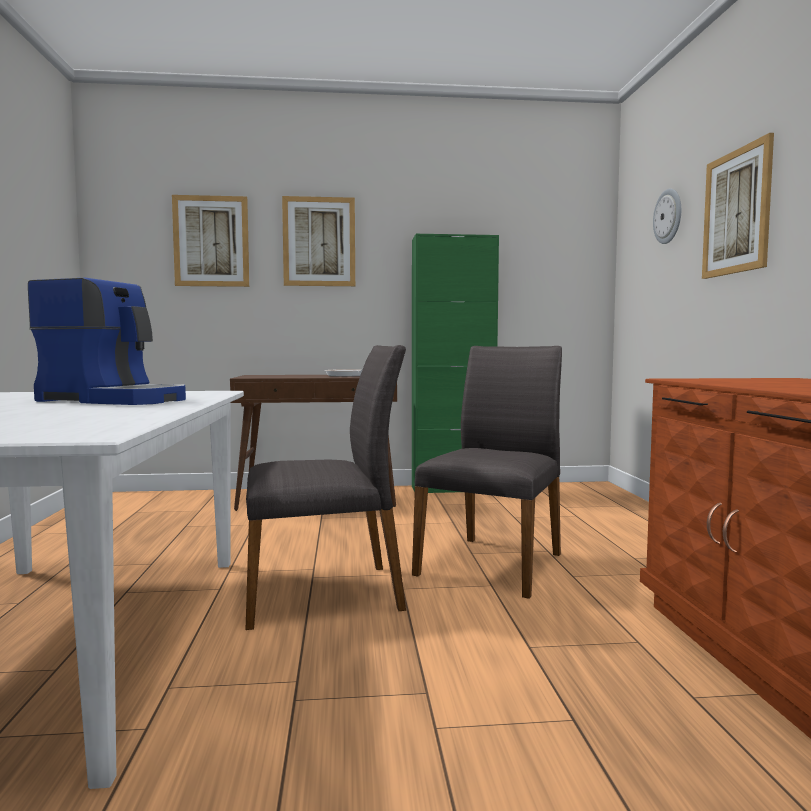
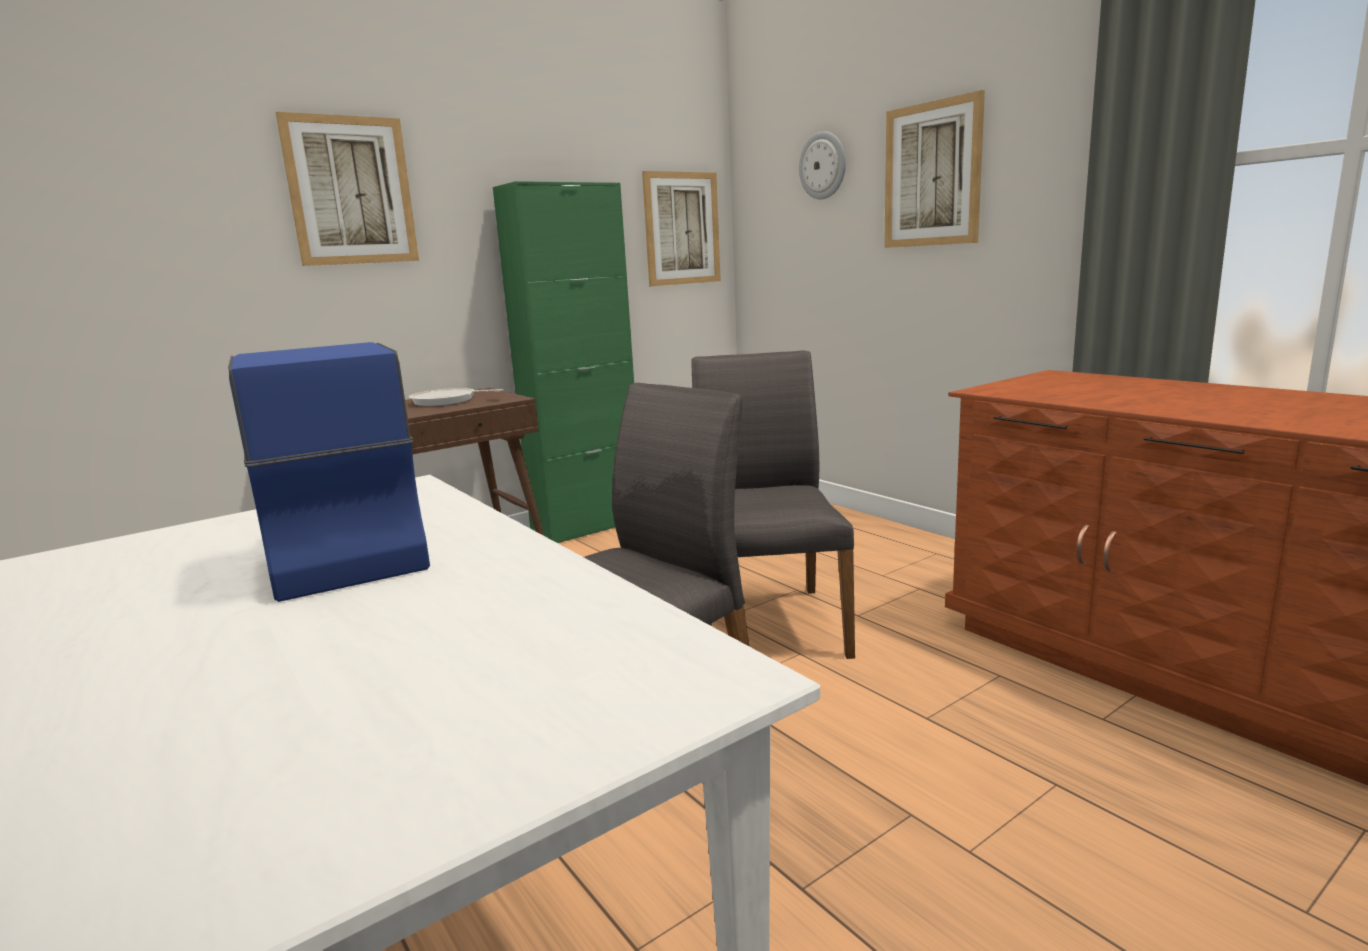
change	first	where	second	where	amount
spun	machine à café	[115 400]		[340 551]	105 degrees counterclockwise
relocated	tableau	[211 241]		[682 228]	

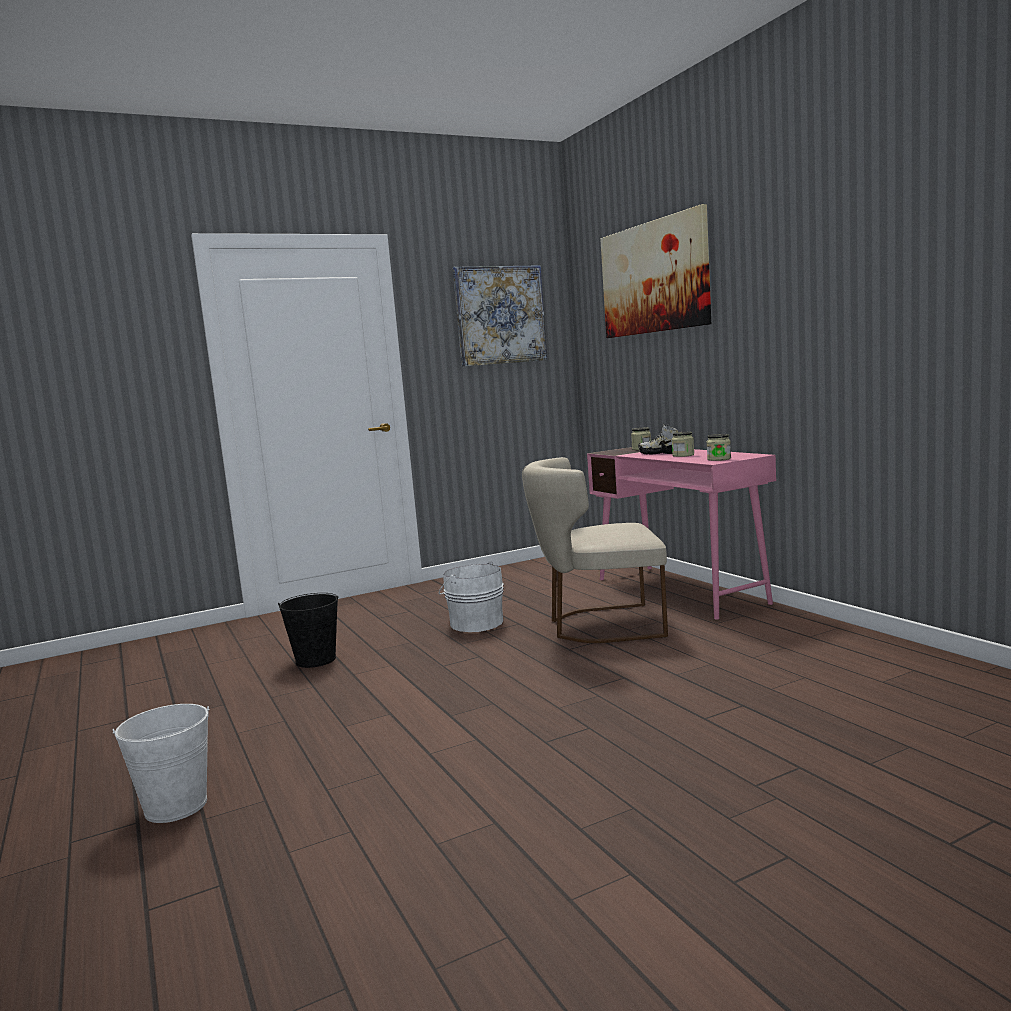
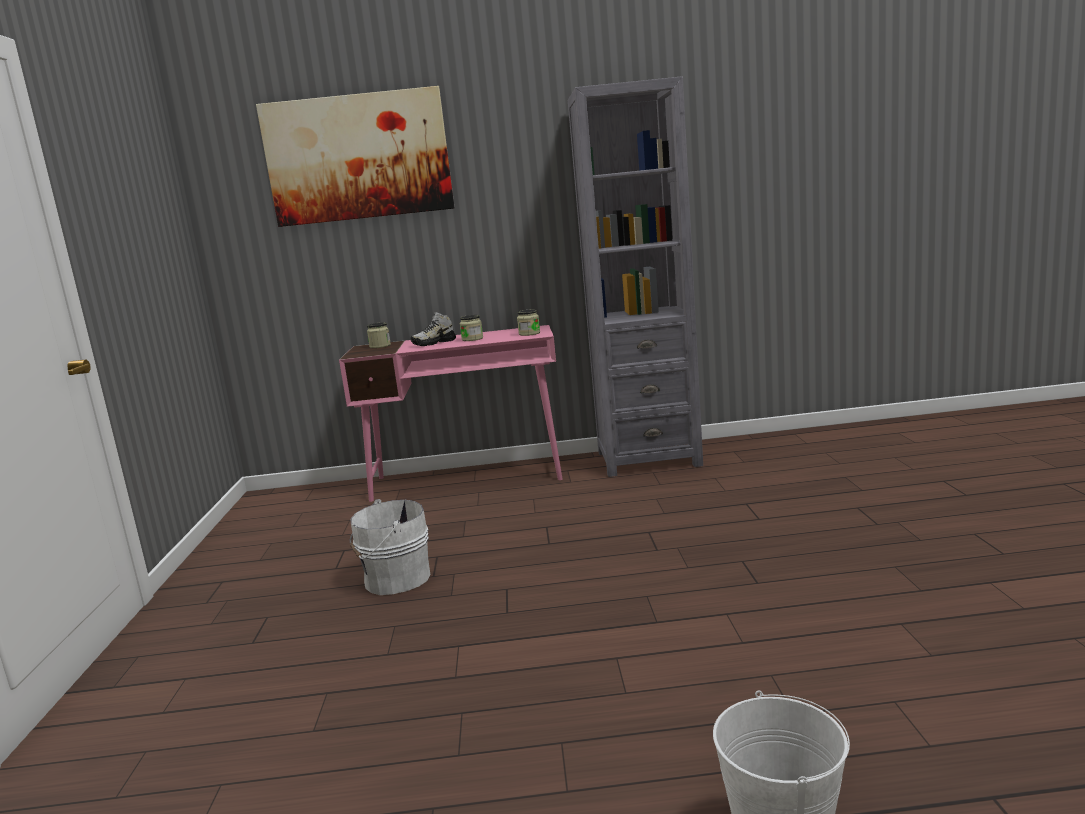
change	first	where	second	where	amount
missing	seau (noir)	[316 660]			
missing	tableau	[500 315]			
missing	chaise (beige)	[599 625]			
appeared			bibliothèque (gris)	[648 459]	

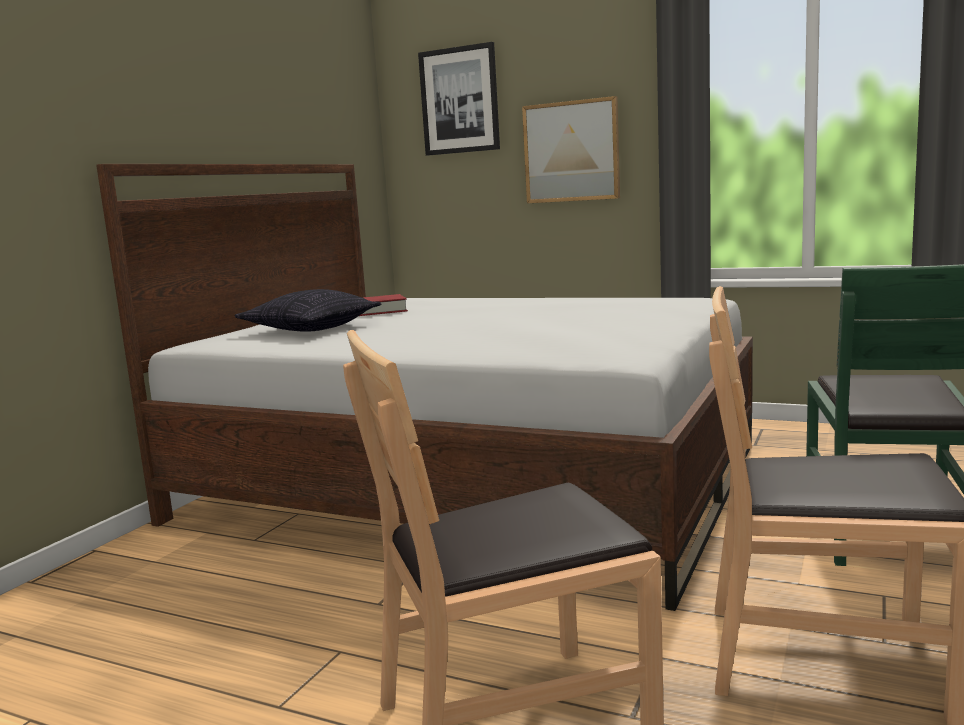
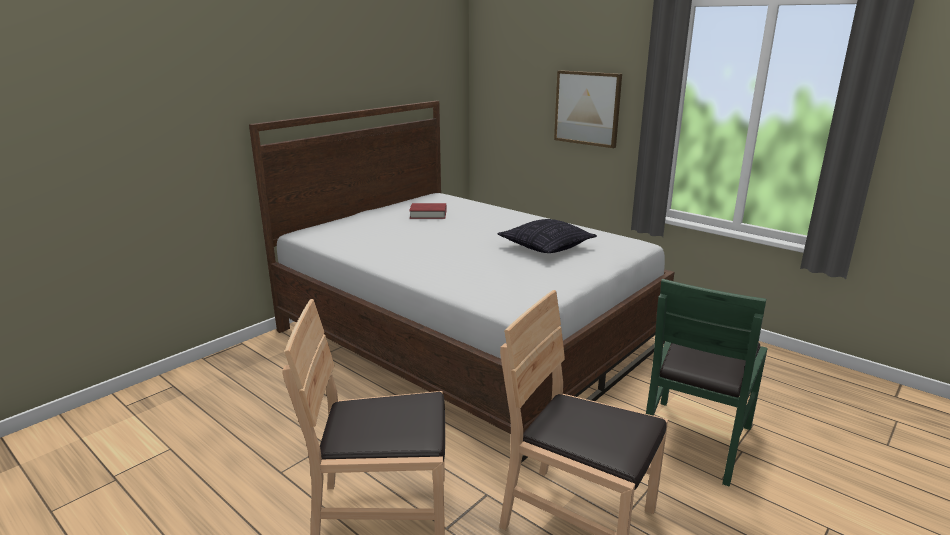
change	first	where	second	where	amount
relocated	coussin	[311 329]		[546 247]	
missing	tableau	[459 100]			

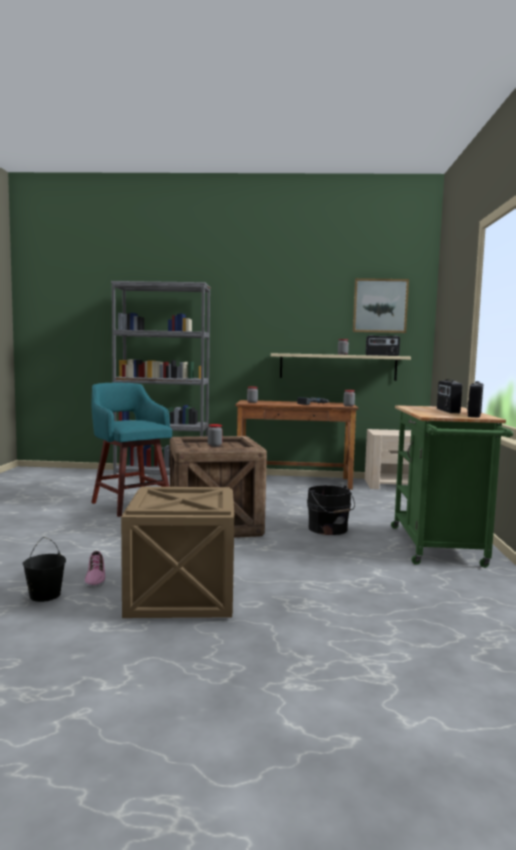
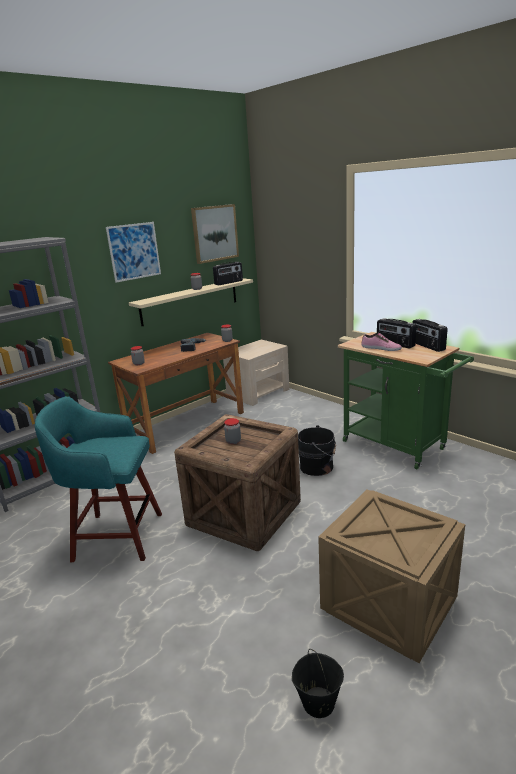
change	first	where	second	where	amount
relocated	chaussure	[94 577]		[381 348]	
appeared			tableau	[134 251]	

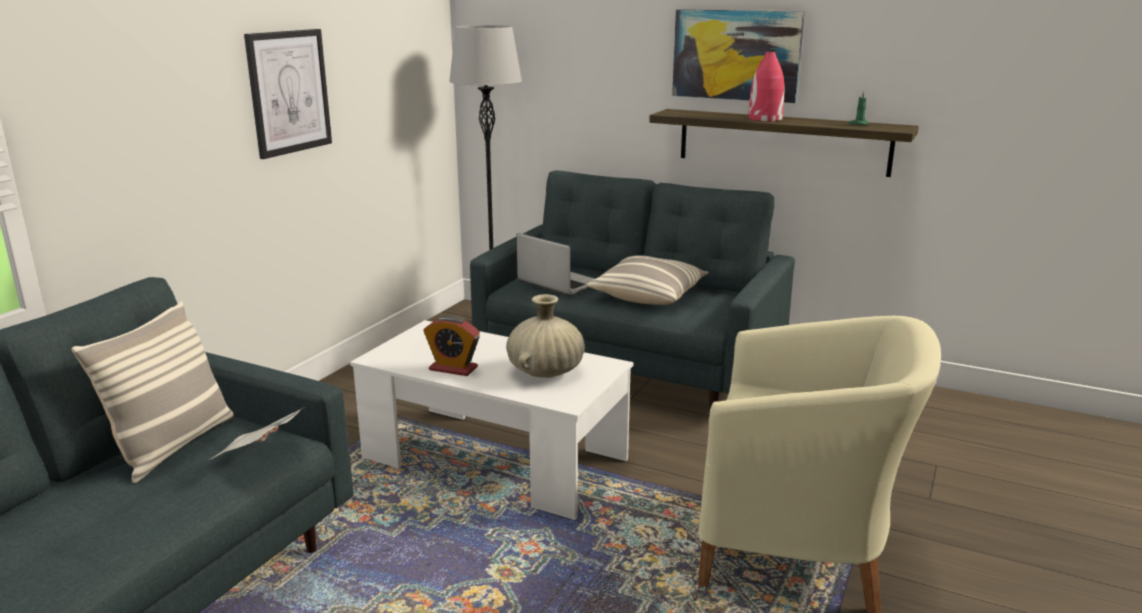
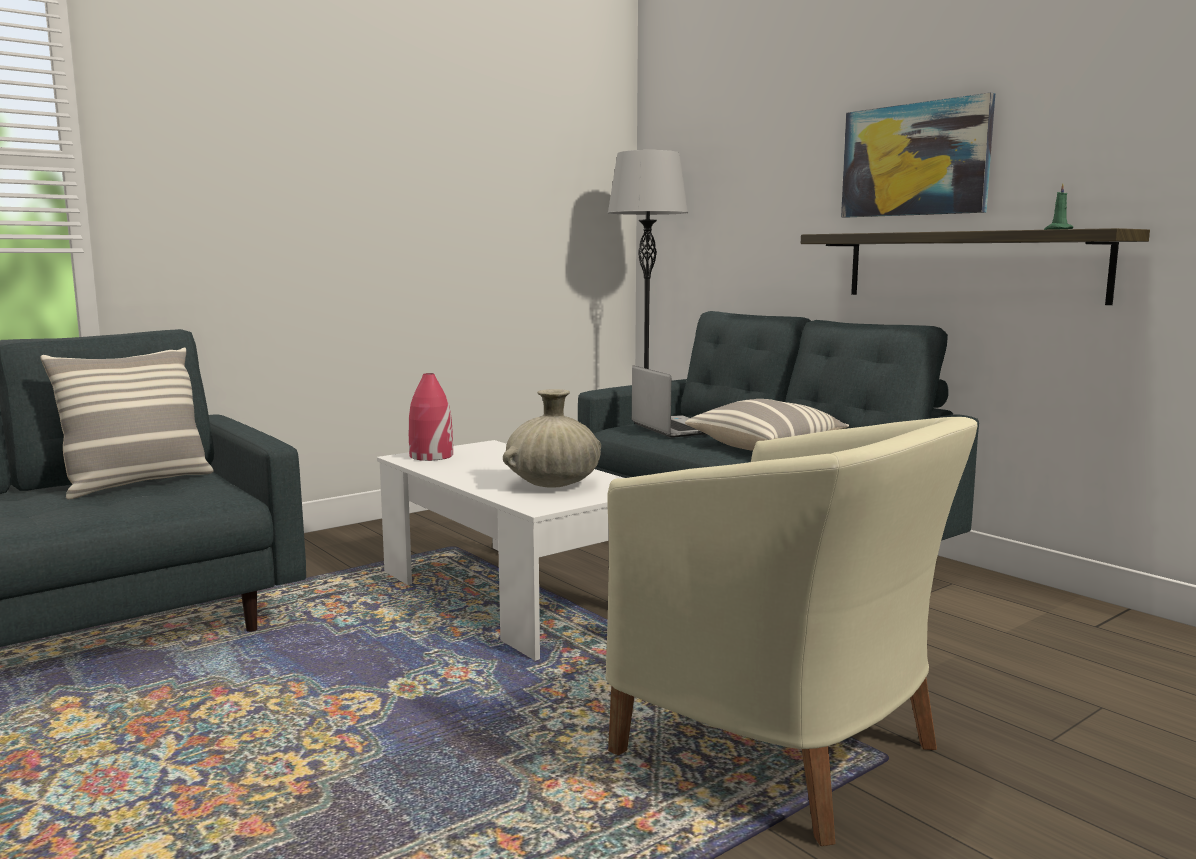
change	first	where	second	where	amount
missing	journal	[260 457]			
missing	tableau	[289 92]			
missing	réveil	[453 368]			
relocated	vase (rouge)	[765 118]		[430 456]	

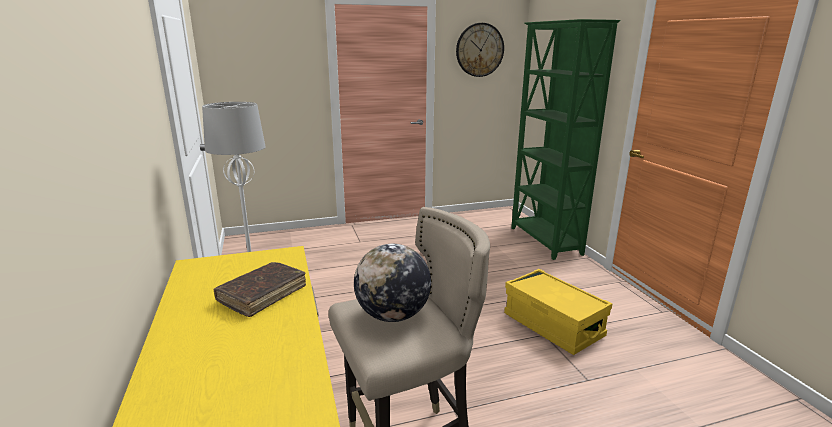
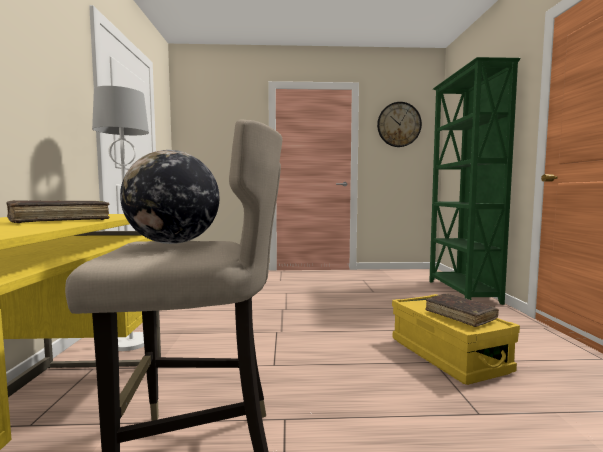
change	first	where	second	where	amount
appeared			livre (marron)	[460 315]	

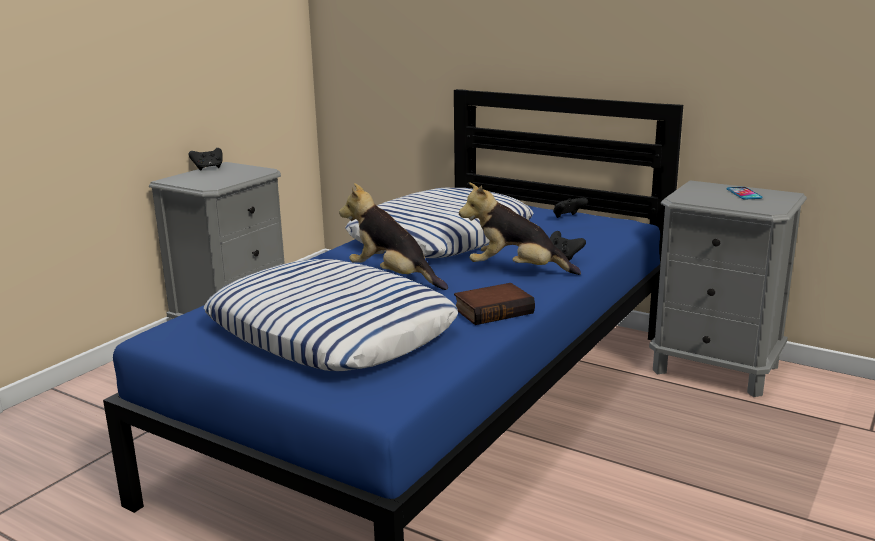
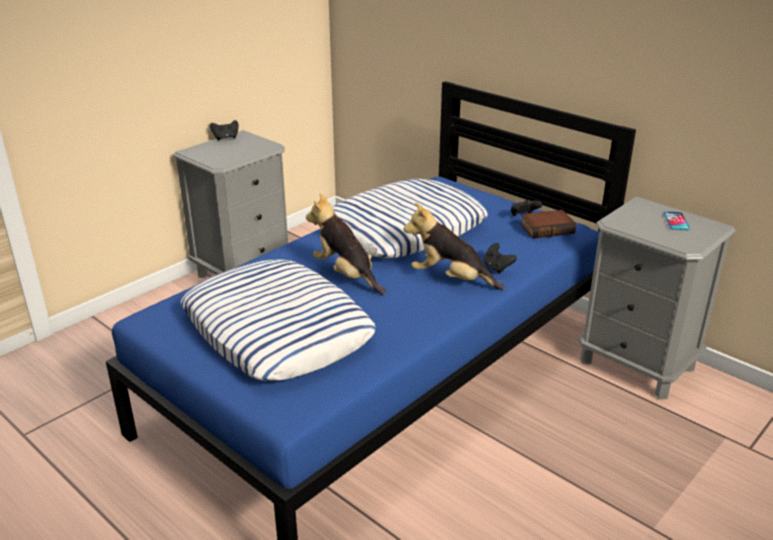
change	first	where	second	where	amount
relocated	livre	[493 310]		[547 228]	

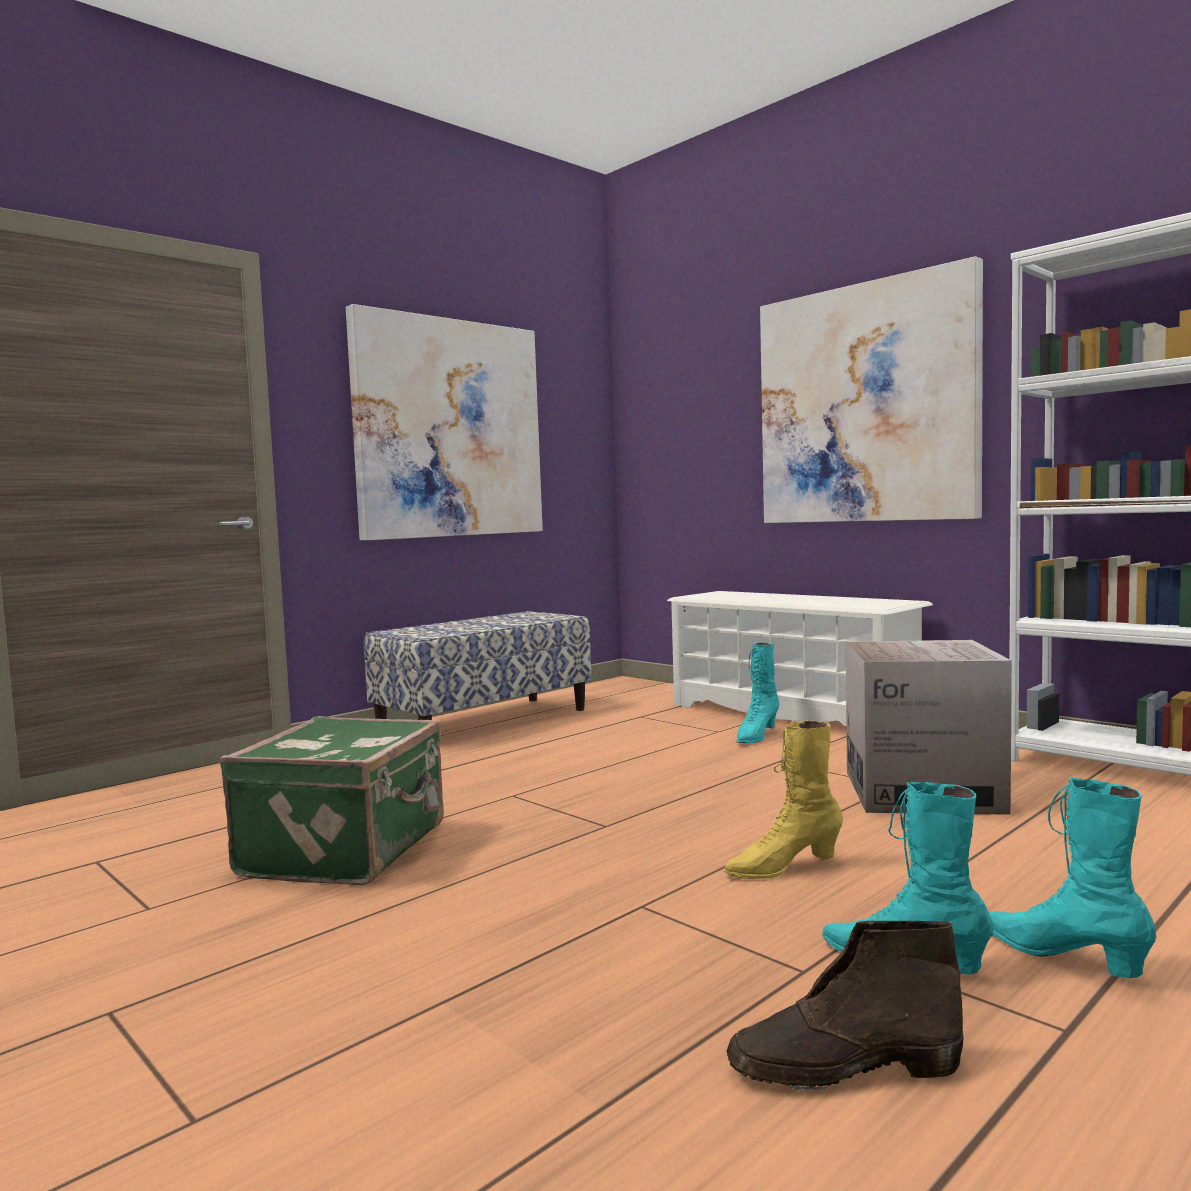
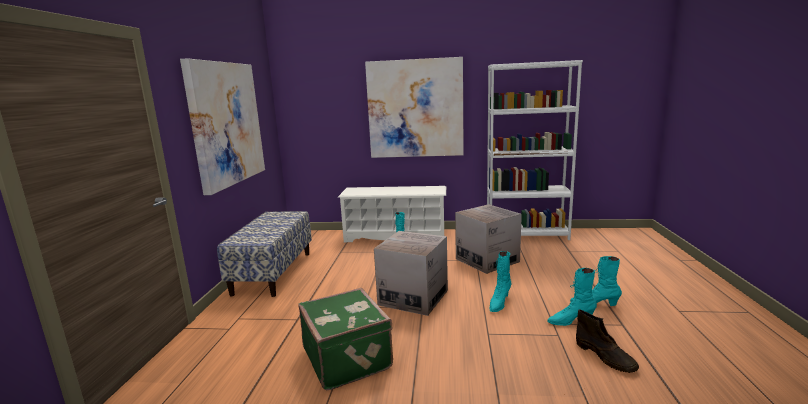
change	first	where	second	where	amount
colour	botte (jaune)	[783 868]	botte (turquoise)	[499 303]	
spun	botte (marron)	[842 1067]		[605 357]	75 degrees counterclockwise
appeared			carton	[413 297]	

